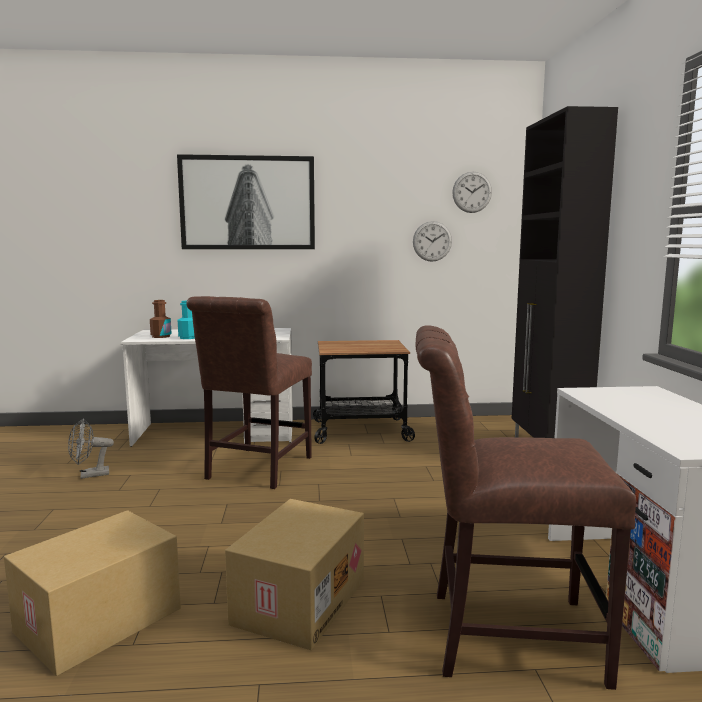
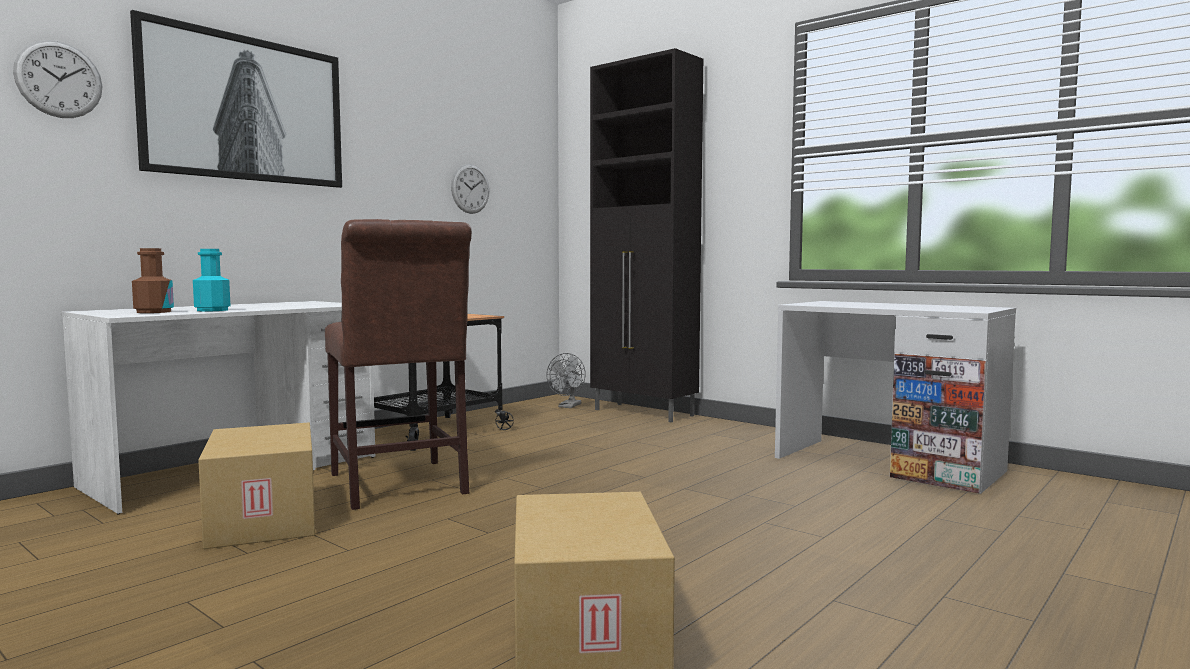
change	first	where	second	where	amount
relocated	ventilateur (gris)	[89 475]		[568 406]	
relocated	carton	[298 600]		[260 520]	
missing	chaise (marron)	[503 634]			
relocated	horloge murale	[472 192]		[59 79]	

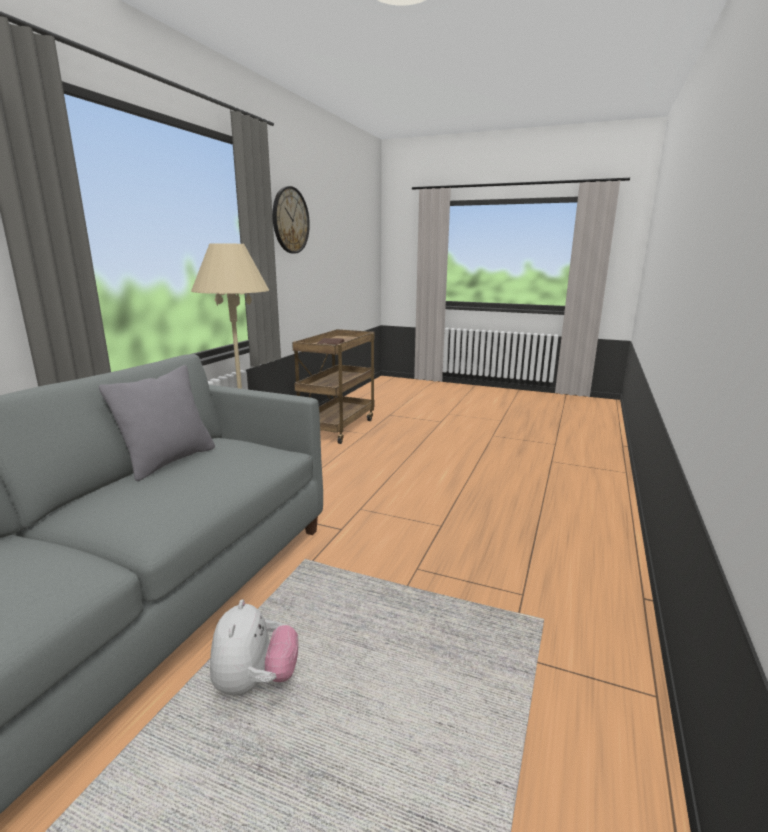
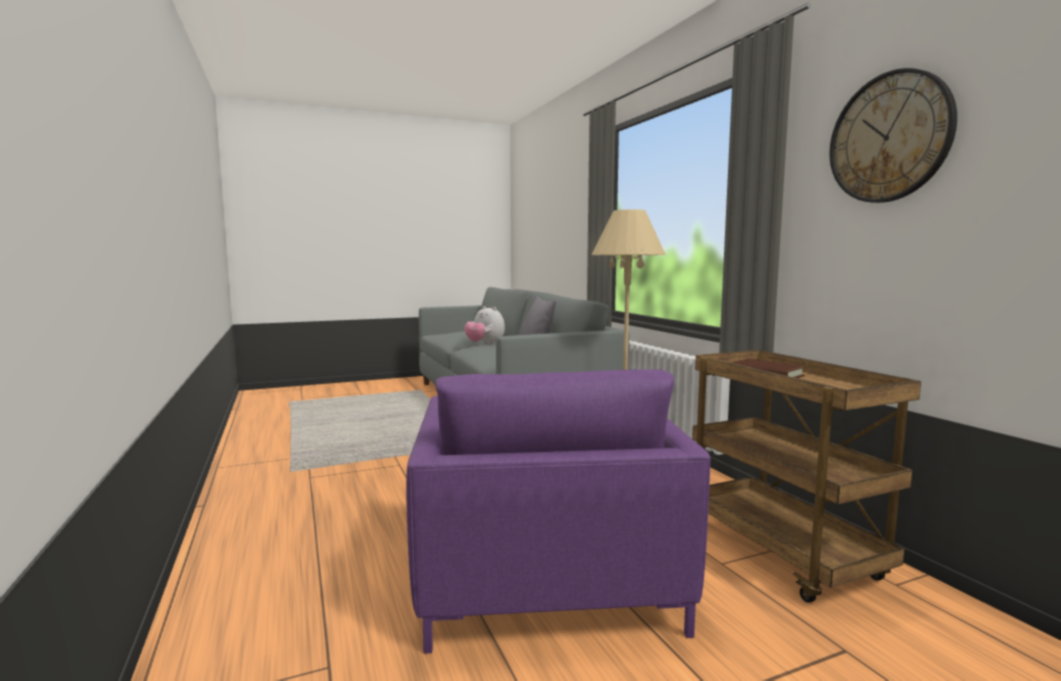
change	first	where	second	where	amount
relocated	peluche	[255 682]		[485 344]	
appeared			fauteuil (violet)	[545 574]	

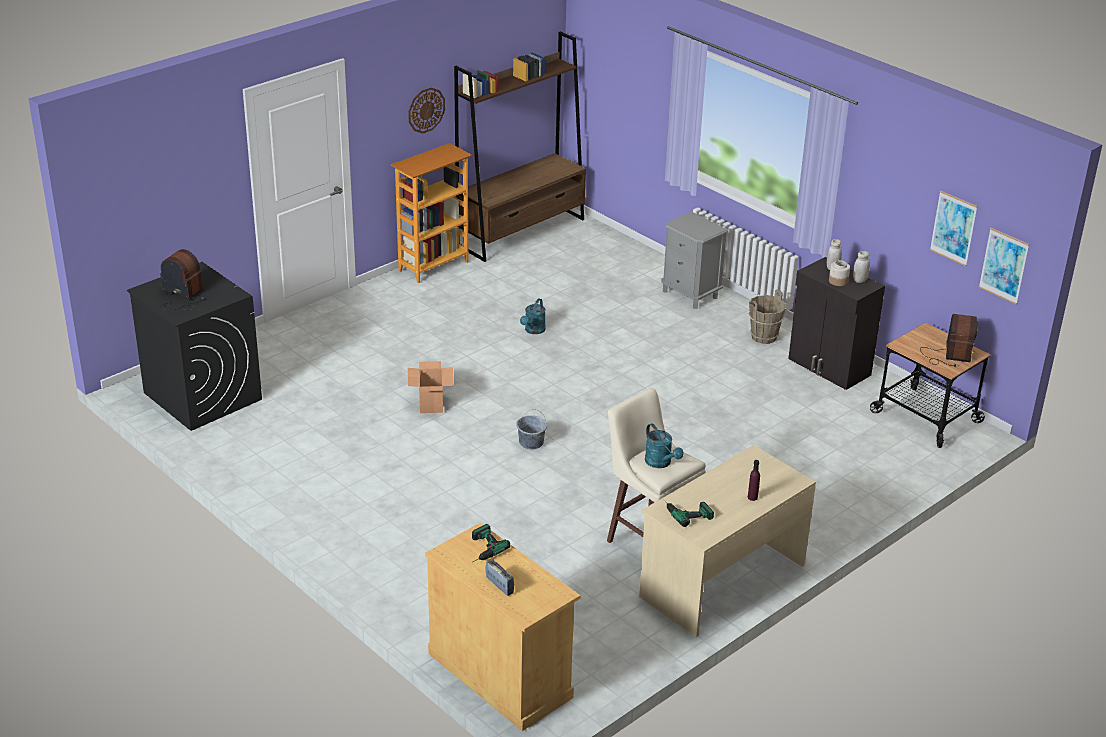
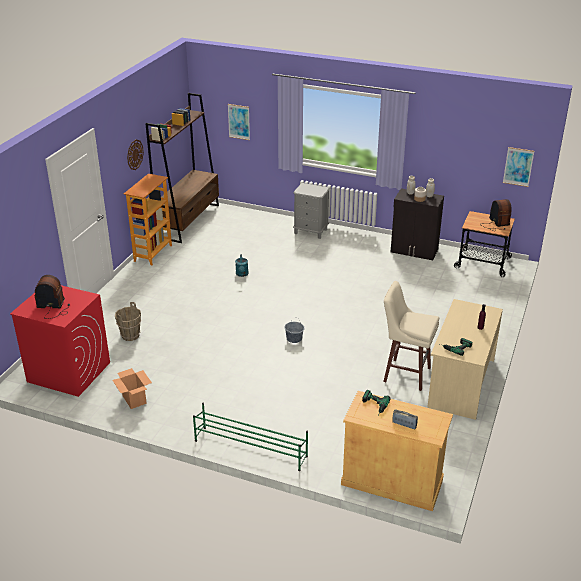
change	first	where	second	where	amount
colour	lave-linge (noir)	[202 396]	lave-linge (rouge)	[68 372]	
relocated	carton	[431 403]		[134 399]	
missing	arrosoir (turquoise)	[661 463]			
relocated	seau (marron)	[764 337]		[130 336]	
relocated	tableau	[953 228]		[239 122]	
appeared			étagère à chaussures (vert)	[250 448]	

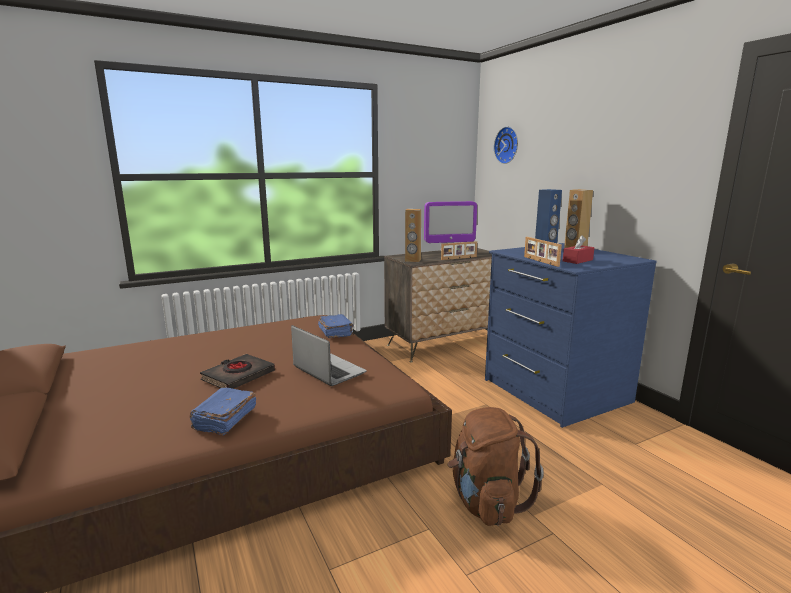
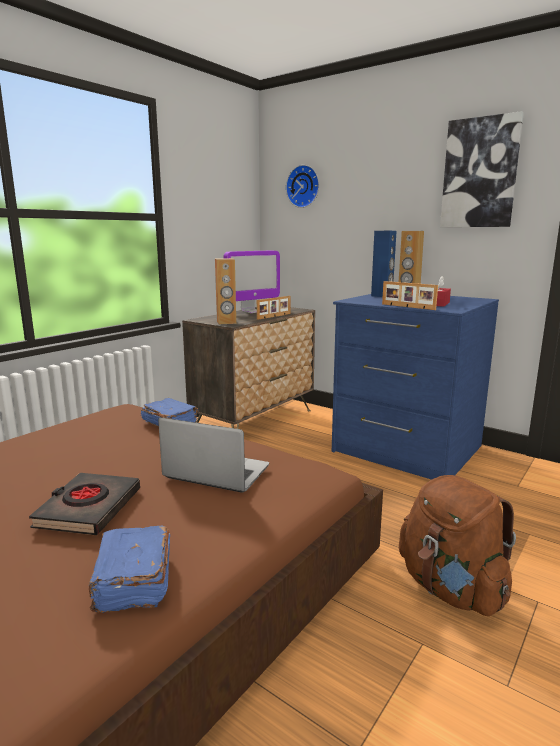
change	first	where	second	where	amount
appeared			tableau	[480 173]	

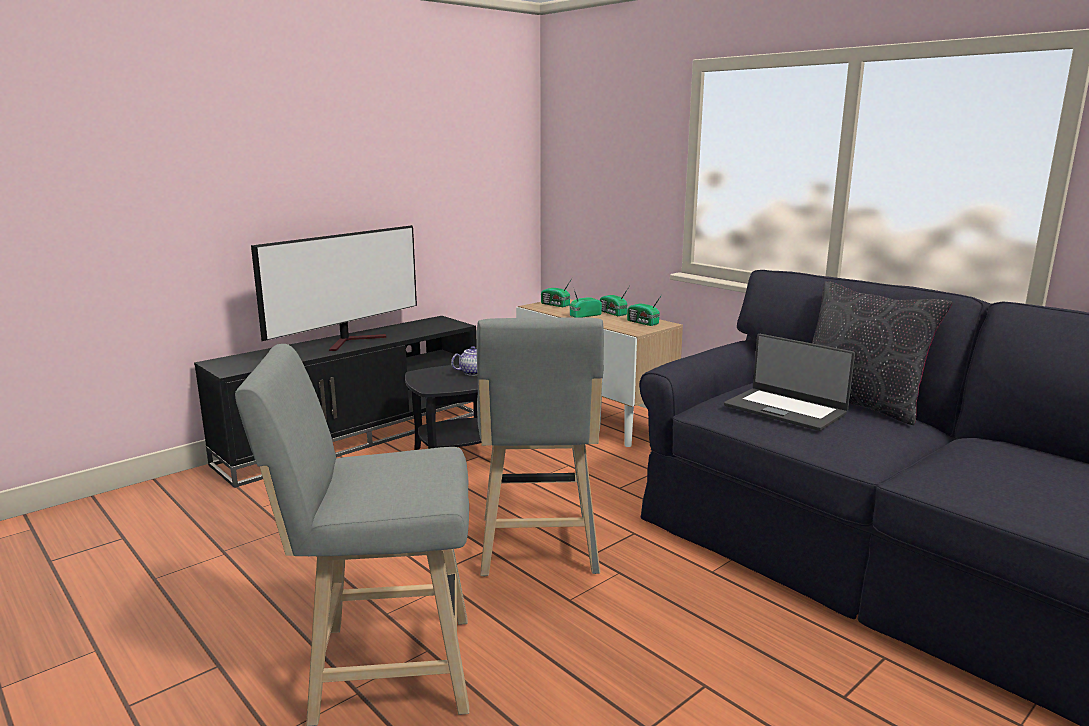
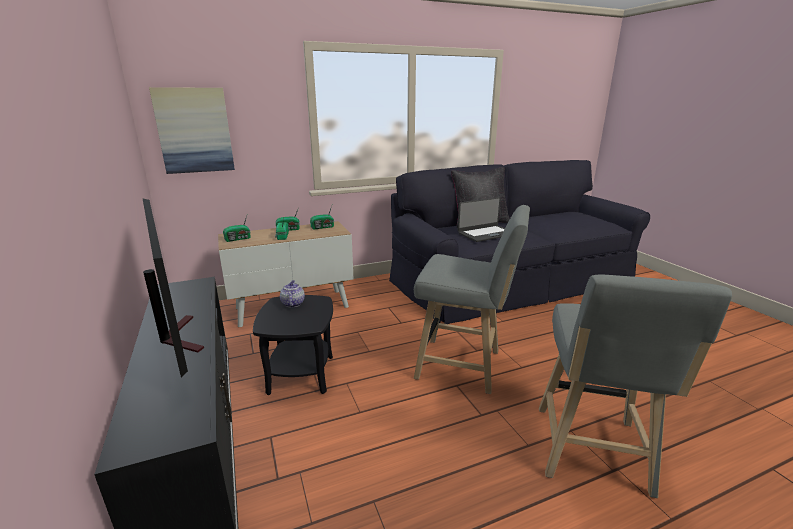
change	first	where	second	where	amount
appeared			tableau	[194 130]	

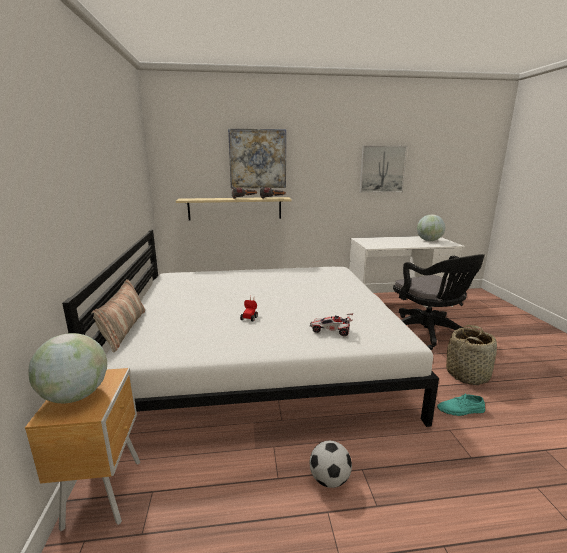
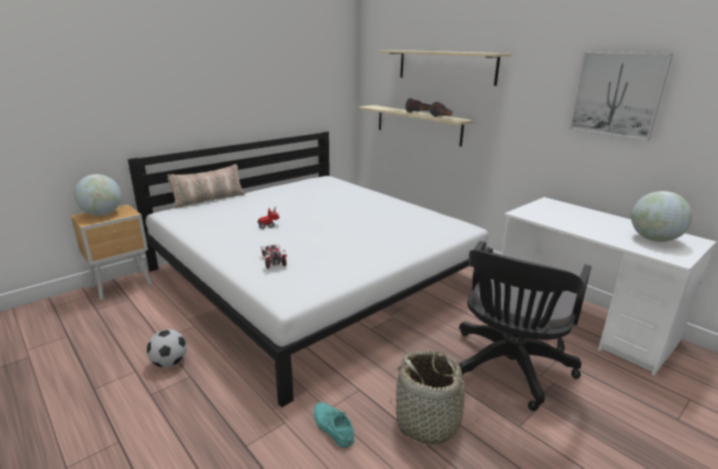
change	first	where	second	where	amount
exchanged	tableau	[257 159]	étagère (beige)	[445 66]	

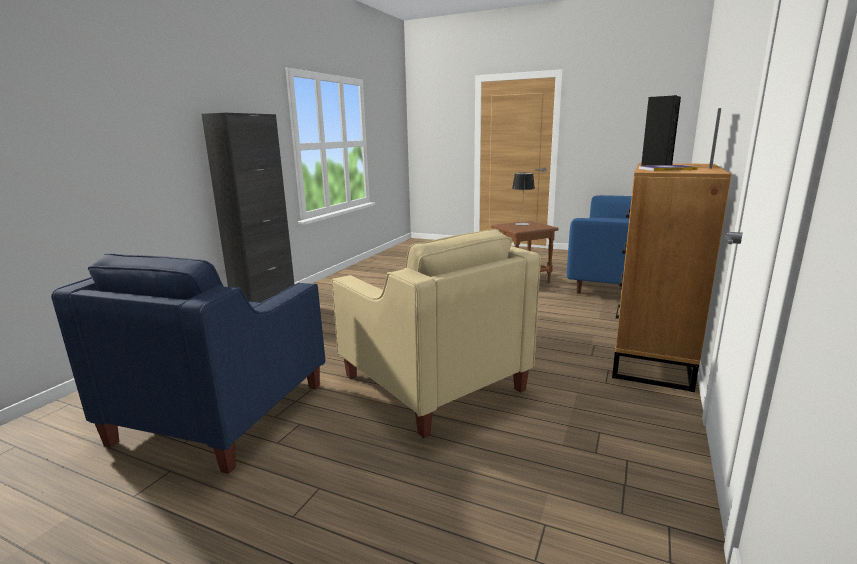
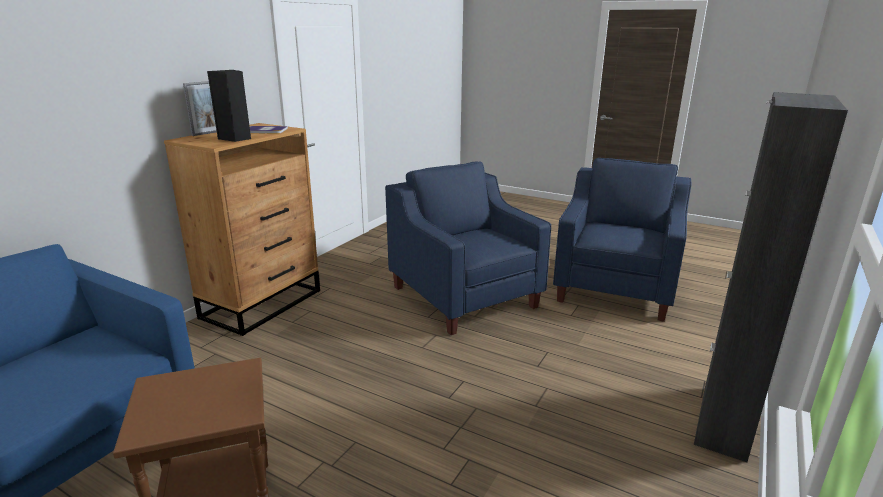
change	first	where	second	where	amount
colour	fauteuil (beige)	[432 383]	fauteuil (bleu)	[464 297]	
missing	lampe de table	[522 224]			

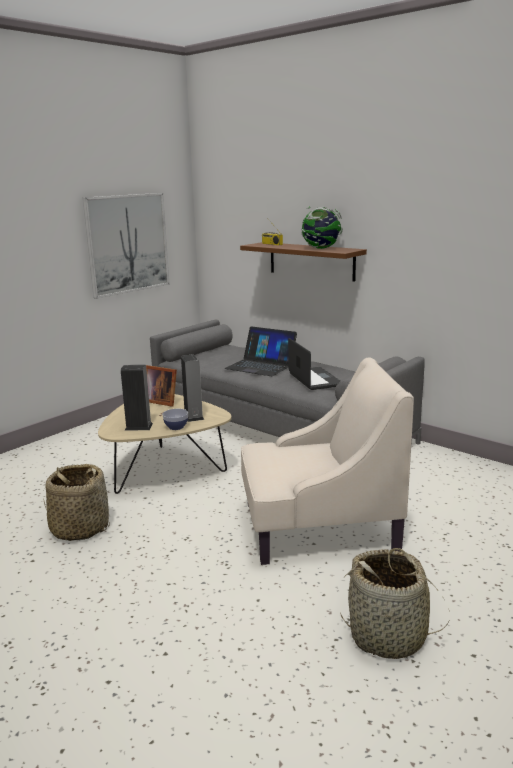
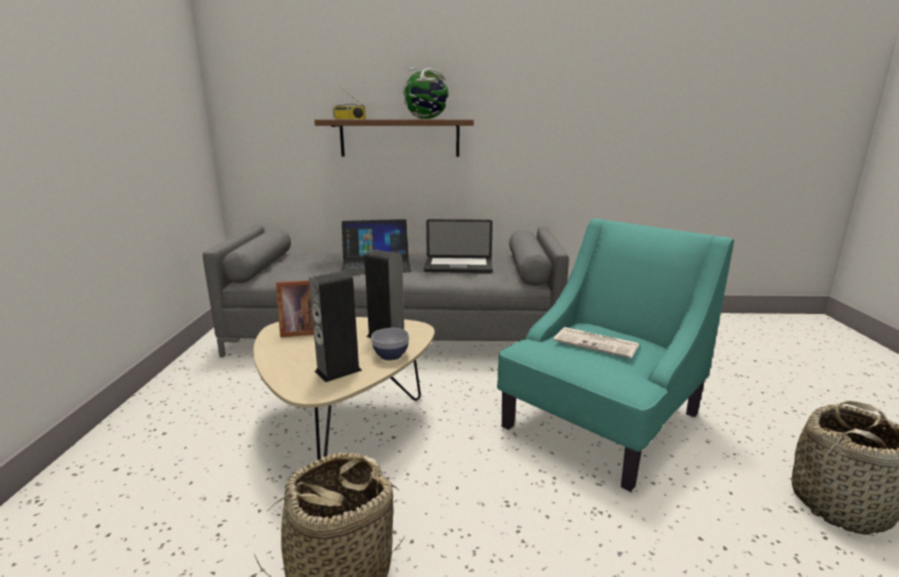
change	first	where	second	where	amount
missing	tableau	[127 244]			
colour	fauteuil (beige)	[317 526]	fauteuil (turquoise)	[600 420]	
spun	ordinateur portable	[315 379]		[458 266]	150 degrees clockwise
appeared			journal	[597 343]	

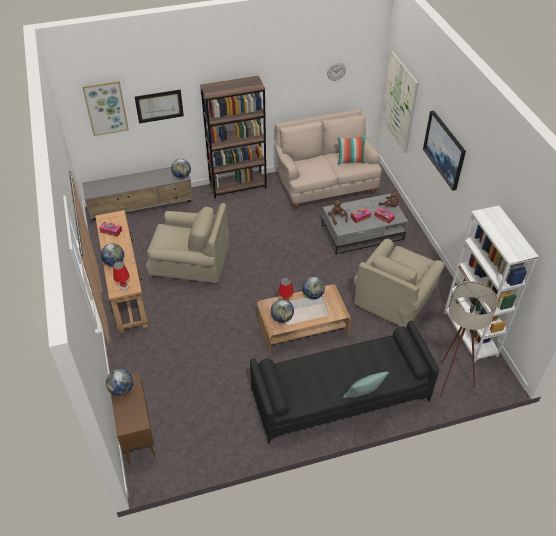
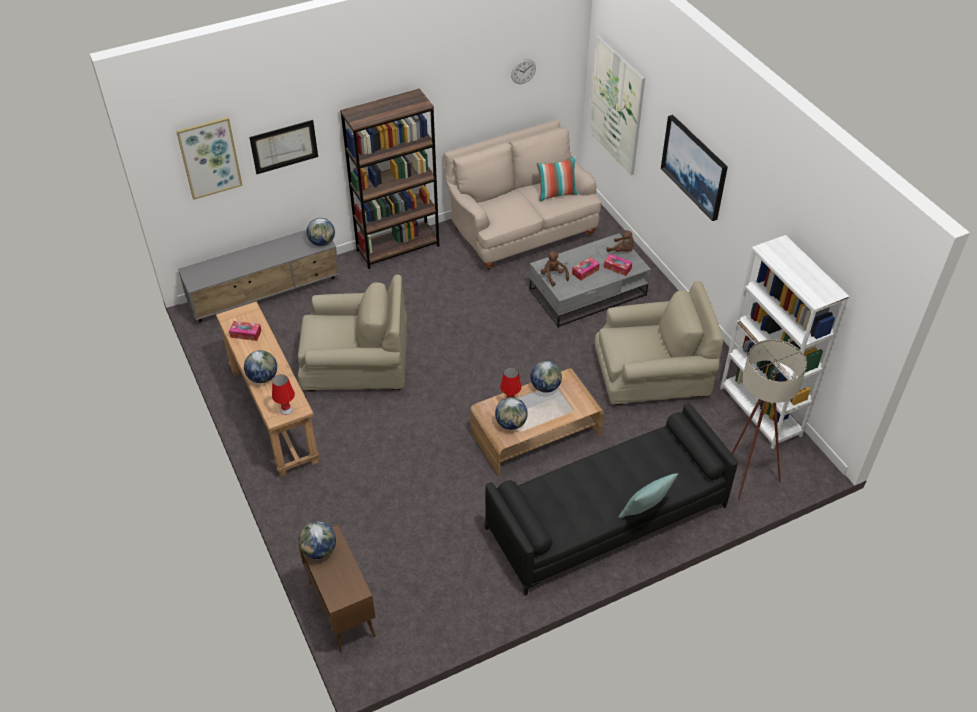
change	first	where	second	where	amount
spun	fauteuil (beige)	[396 295]		[651 373]	120 degrees counterclockwise

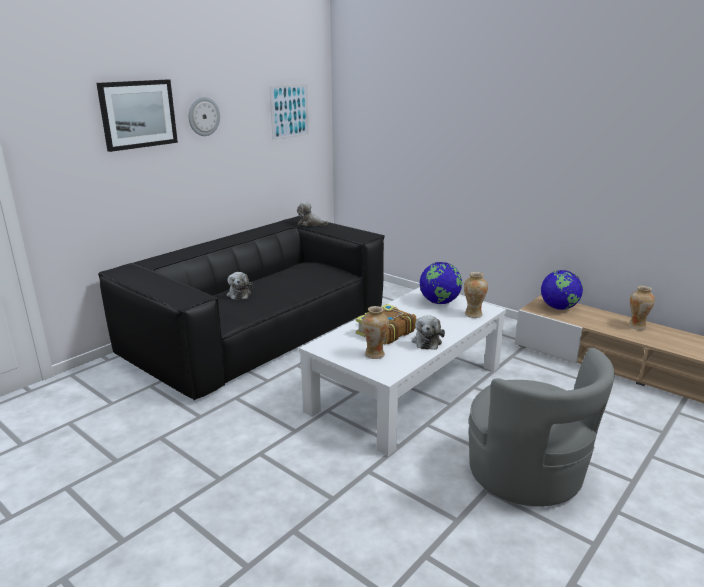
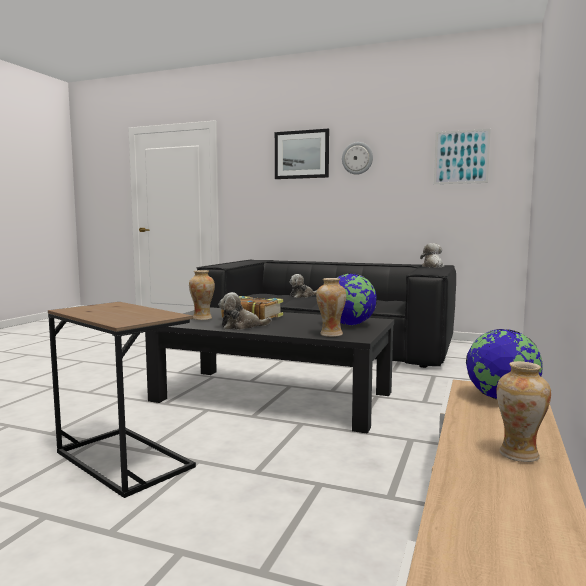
change	first	where	second	where	amount
colour	table basse (blanc)	[407 388]	table basse (noir)	[273 396]	
exchanged	fauteuil (gris)	[527 474]	table d'appoint (marron)	[123 459]	

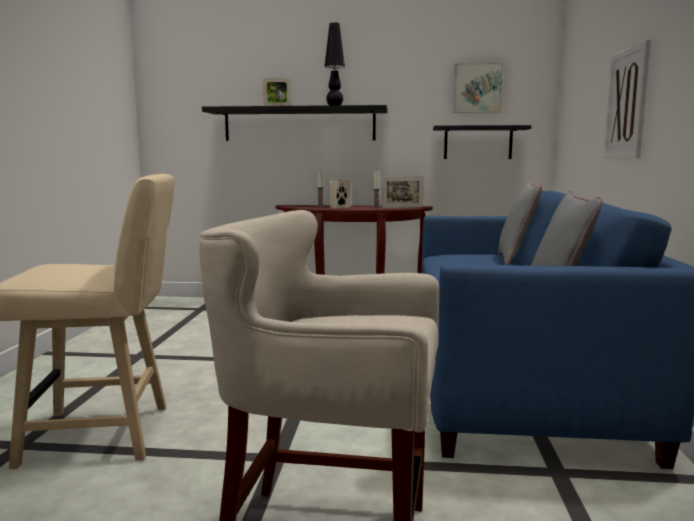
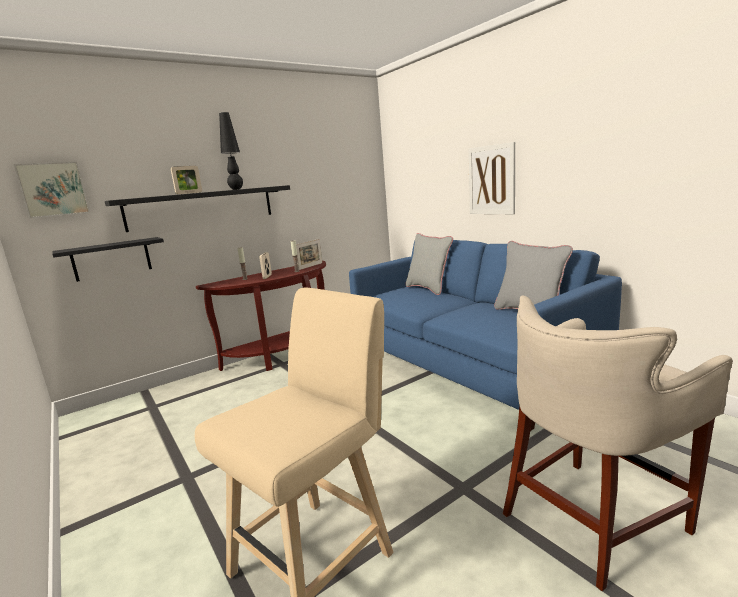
change	first	where	second	where	amount
relocated	étagère (noir)	[478 143]		[112 259]	
relocated	tableau	[477 88]		[53 189]	

